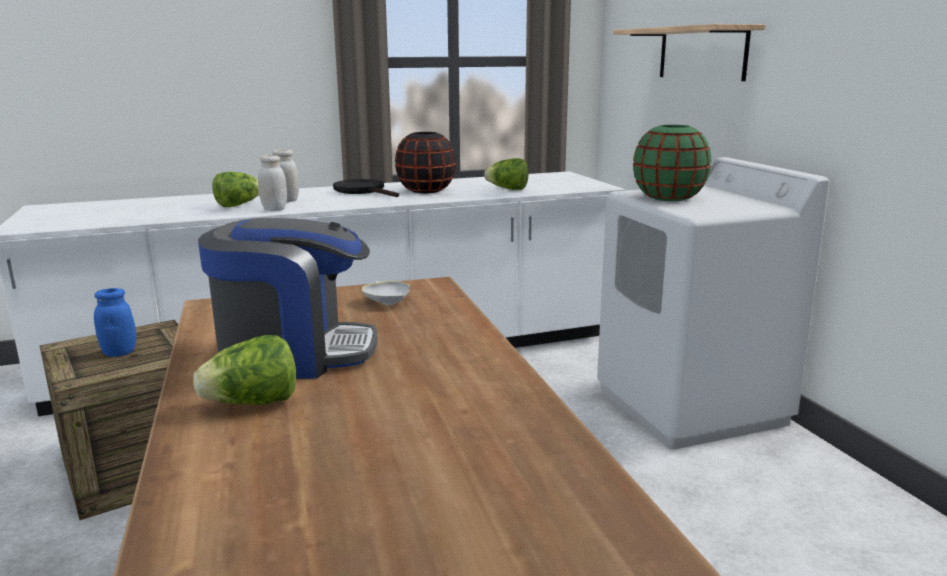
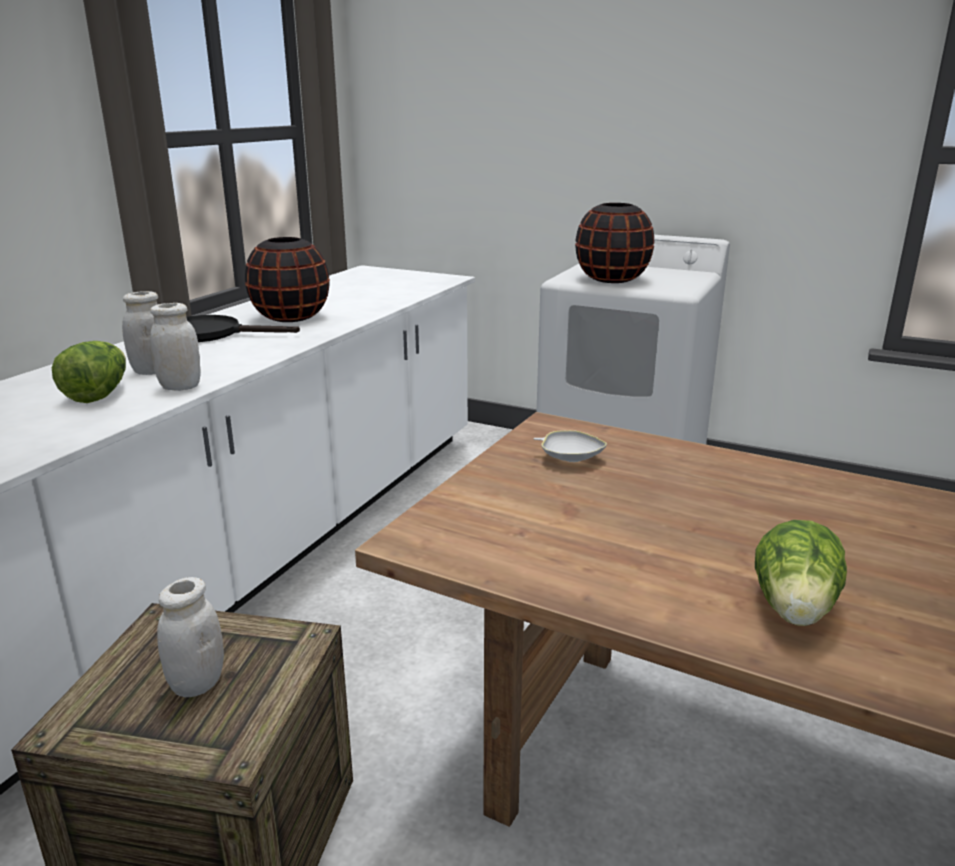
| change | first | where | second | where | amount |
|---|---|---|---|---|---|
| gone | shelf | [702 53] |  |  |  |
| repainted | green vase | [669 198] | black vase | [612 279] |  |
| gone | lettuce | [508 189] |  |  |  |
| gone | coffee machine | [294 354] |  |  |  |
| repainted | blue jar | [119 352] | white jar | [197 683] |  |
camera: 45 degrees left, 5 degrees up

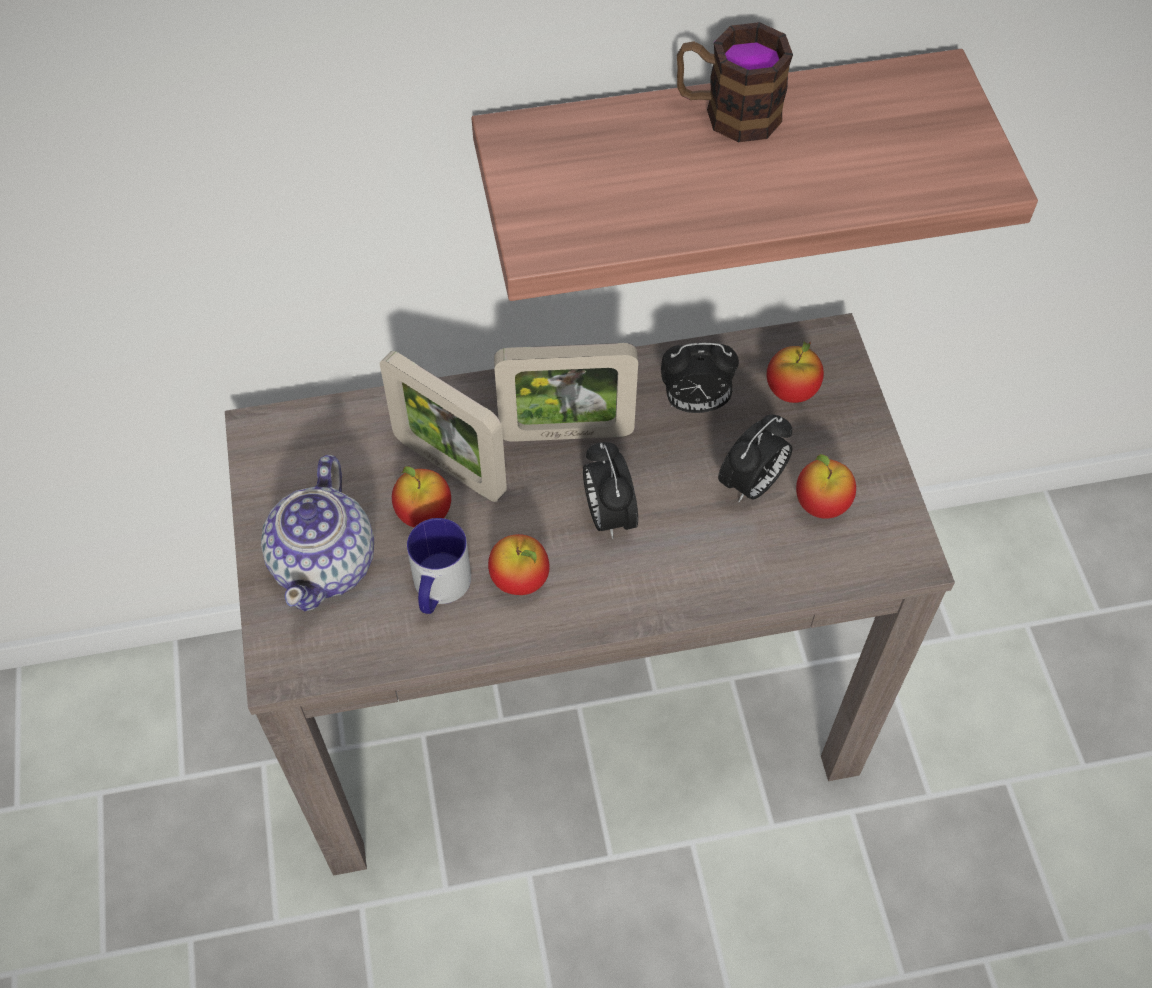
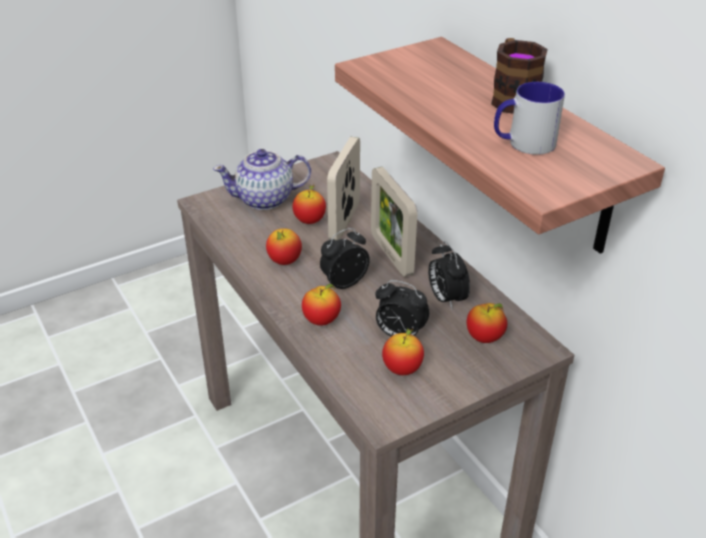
| change | first | where | second | where | amount |
|---|---|---|---|---|---|
| shifted | mug | [439 589] |  | [523 143] |  |
| new |  |  | apple | [321 320] |  |
camera: 70 degrees right, 20 degrees down

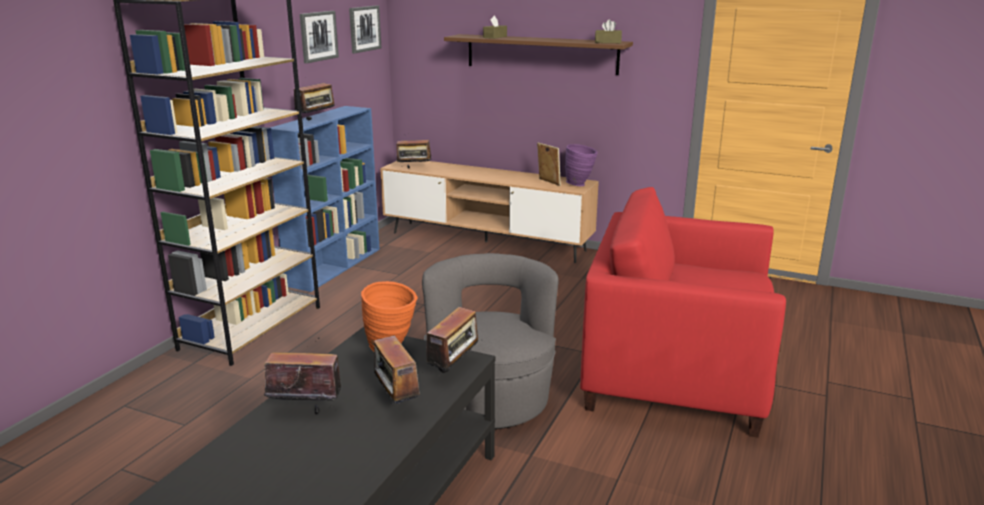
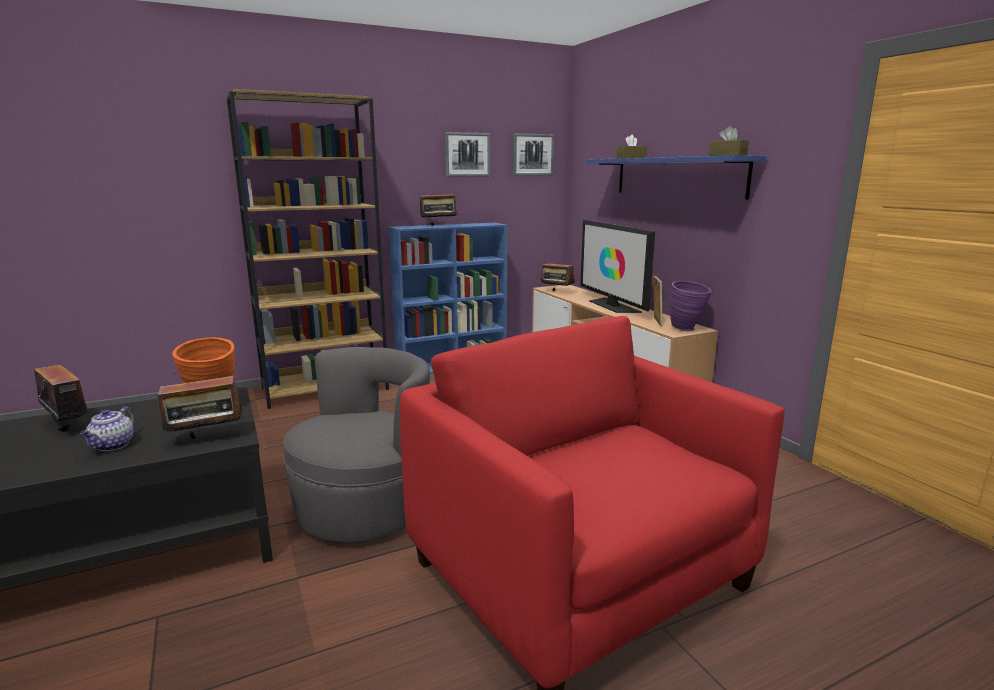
| change | first | where | second | where | amount |
|---|---|---|---|---|---|
| repainted | brown shelf | [541 54] | blue shelf | [677 176] |  |
| swapped | radio | [396 402] | teapot | [112 446] |  |
| new |  |  | television | [612 306] |  |
camera: 40 degrees right, 5 degrees down

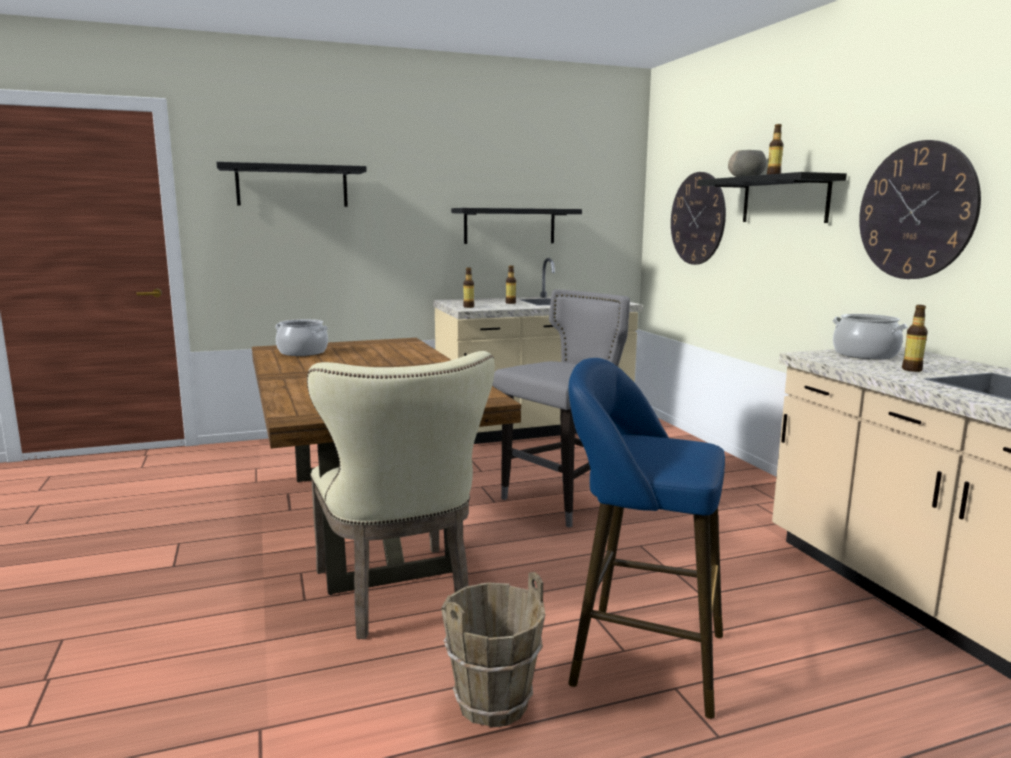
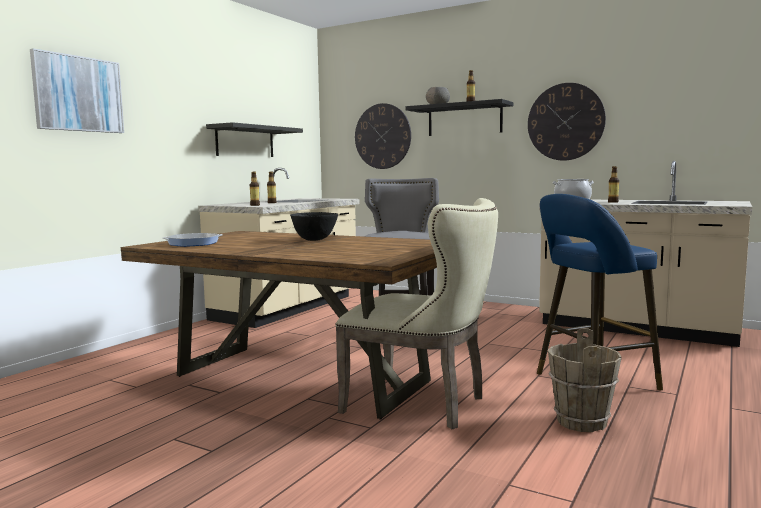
| change | first | where | second | where | amount |
|---|---|---|---|---|---|
| swapped | black shelf | [292 186] | picture | [78 94] |  |
| swapped | cooking pot | [303 352] | frying pan | [193 243] |  |
| new |  |  | black bowl | [314 240] |  |
camera: 40 degrees left, 5 degrees down

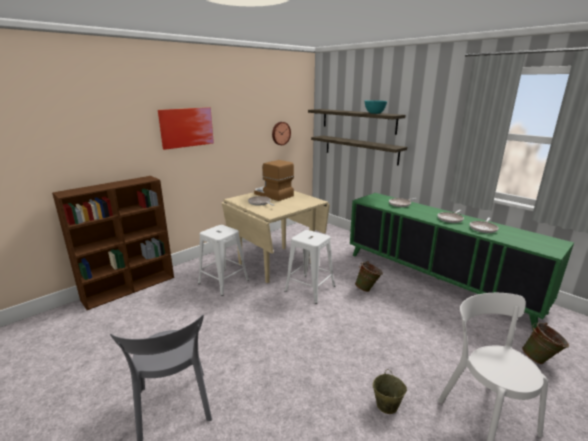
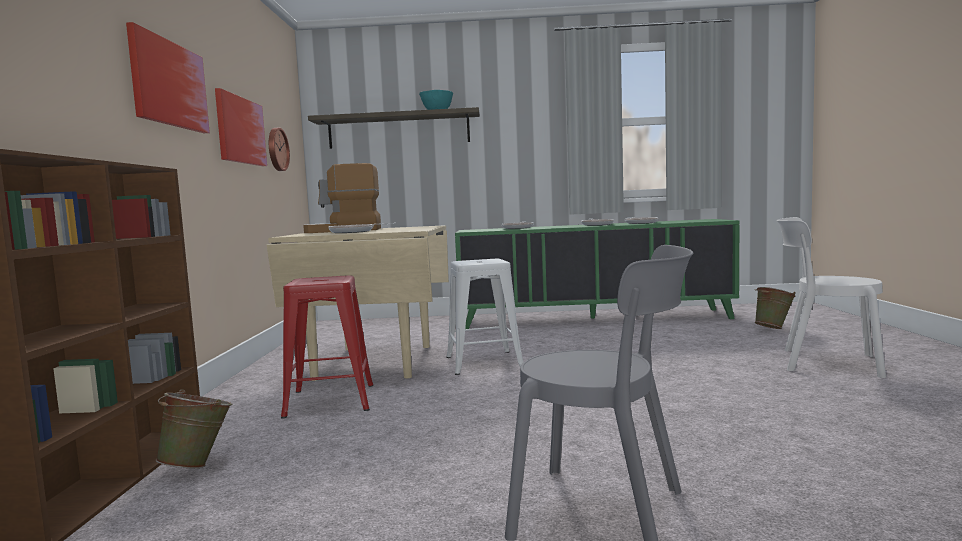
| change | first | where | second | where | amount |
|---|---|---|---|---|---|
| gone | shelf | [360 149] |  |  |  |
| repainted | white stool | [223 281] | red stool | [330 400] |  |
| shifted | green bucket | [368 289] |  | [199 464] |  |
| gone | beige bucket | [386 405] |  |  |  |
| new |  |  | picture | [240 130] |  |
camera: 45 degrees left, 15 degrees down

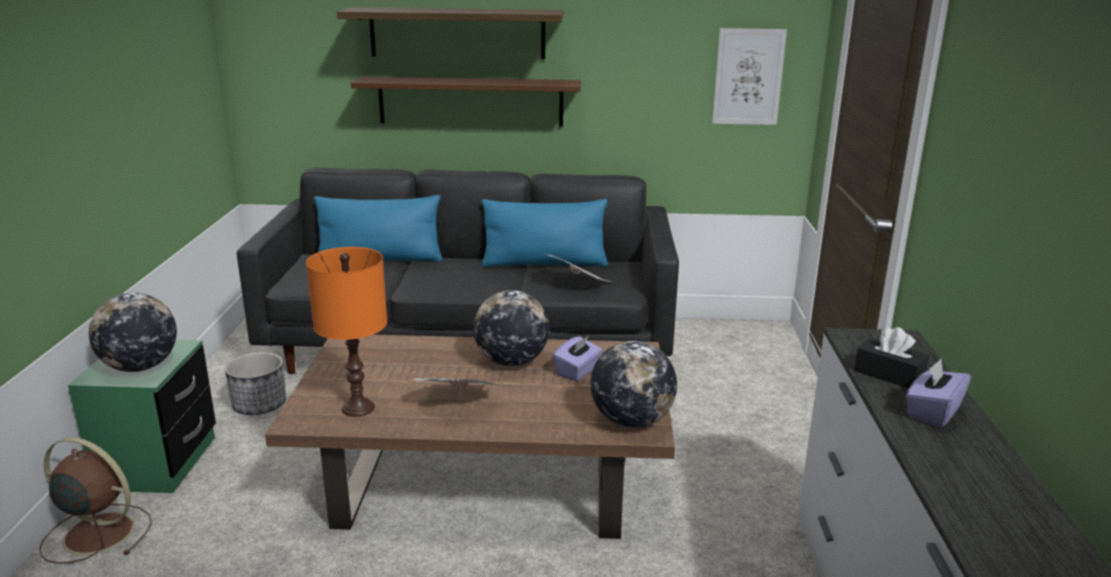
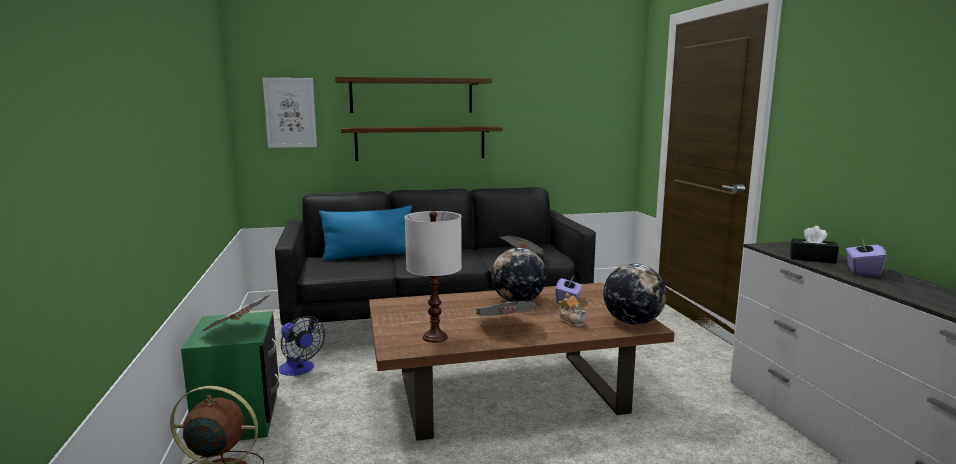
| change | first | where | second | where | amount |
|---|---|---|---|---|---|
| shifted | picture | [748 77] |  | [290 113] |  |
| gone | blue pillow | [544 263] |  |  |  |
| repainted | orange table lamp | [359 408] | white table lamp | [435 337] |  |
| swapped | globe | [140 367] | newspaper | [236 331] |  |
| swapped | planter | [260 405] | fan | [299 370] |  |
| new |  |  | teapot | [572 322] |  |
camera: 15 degrees left, 10 degrees down

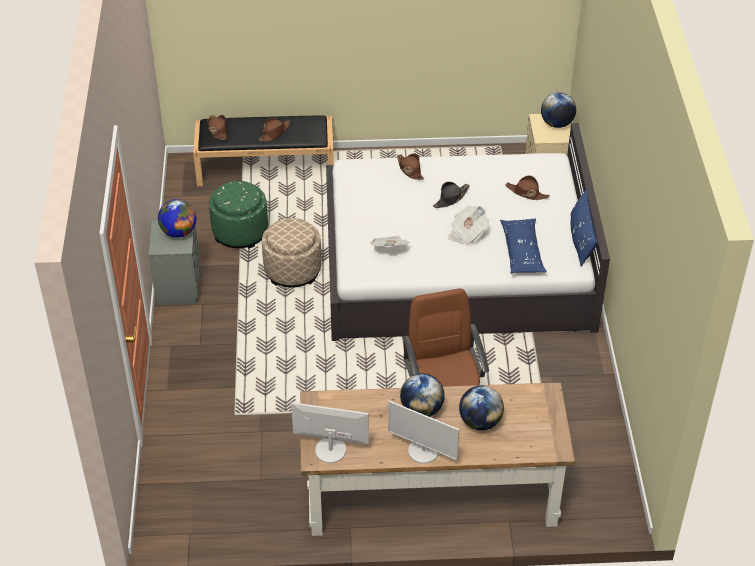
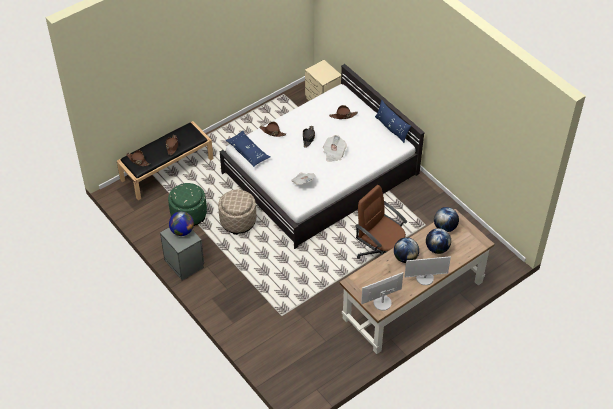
| change | first | where | second | where | amount |
|---|---|---|---|---|---|
| shifted | globe | [557 124] |  | [445 227] |  |
| shifted | blue pillow | [522 252] |  | [248 152] |  |
camera: 35 degrees left, 5 degrees up

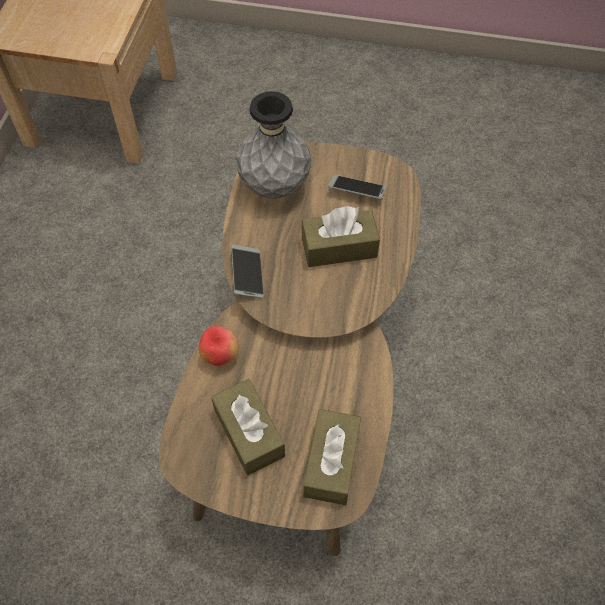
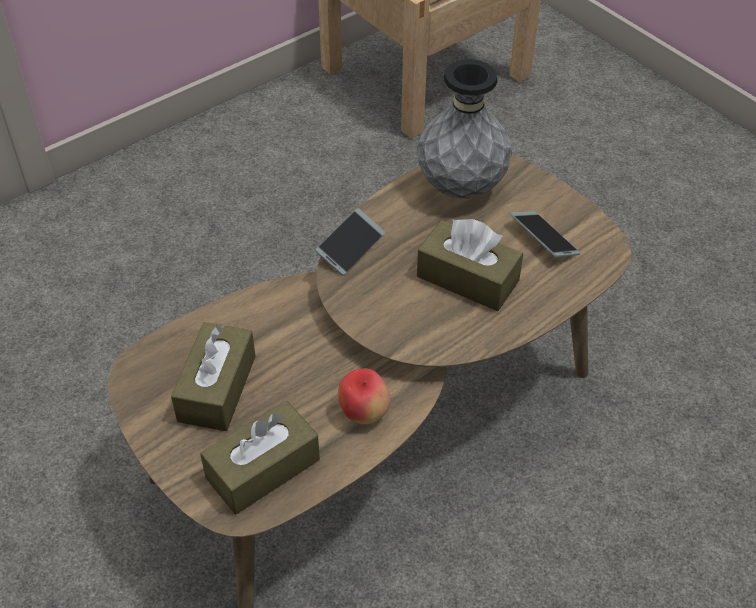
| change | first | where | second | where | amount |
|---|---|---|---|---|---|
| shifted | apple | [220 356] |  | [364 413] |  |
camera: 40 degrees right, 10 degrees down

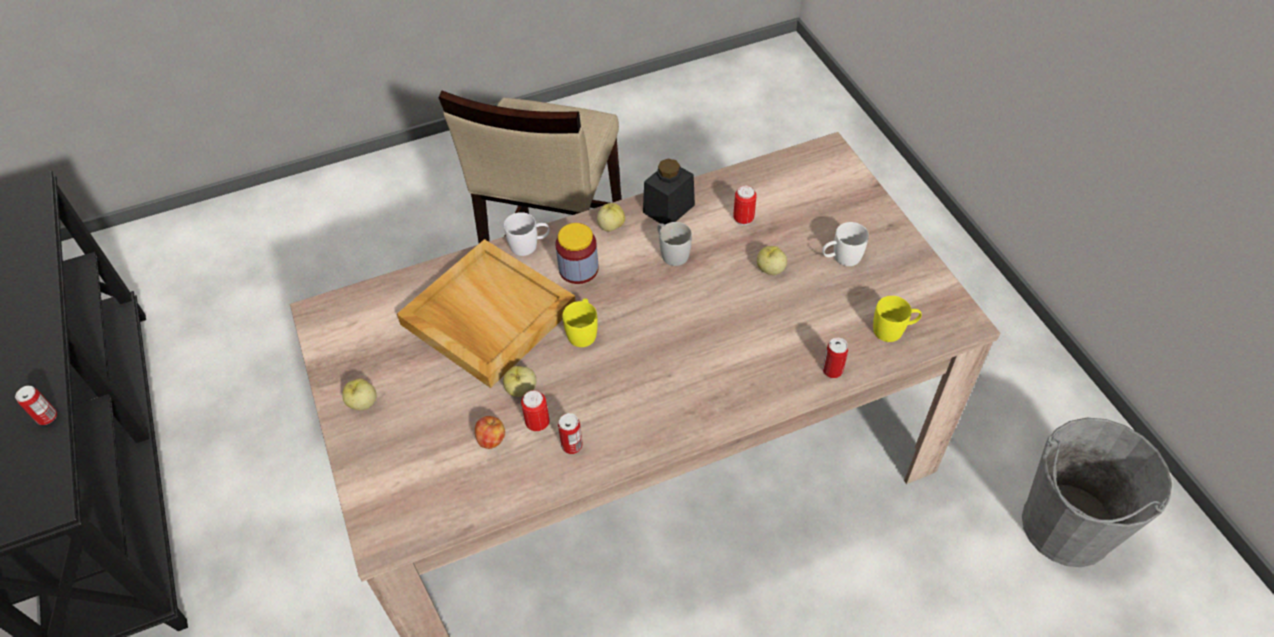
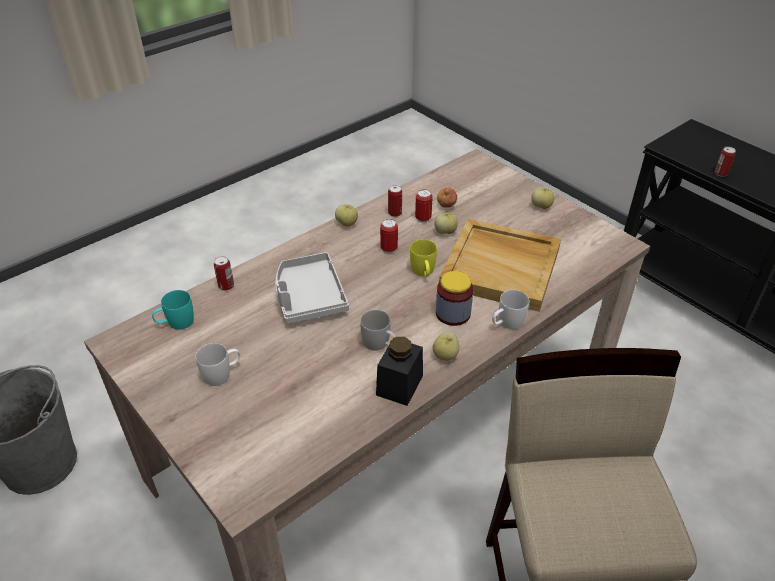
| change | first | where | second | where | amount |
|---|---|---|---|---|---|
| shifted | can | [743 219] |  | [389 249] |  |
| shifted | apple | [770 269] |  | [347 223] |  |
| repainted | yellow mug | [894 330] | turquoise mug | [176 323] |  |
| new |  |  | grey tray | [309 297] |  |
camera: 160 degrees right, 10 degrees down

